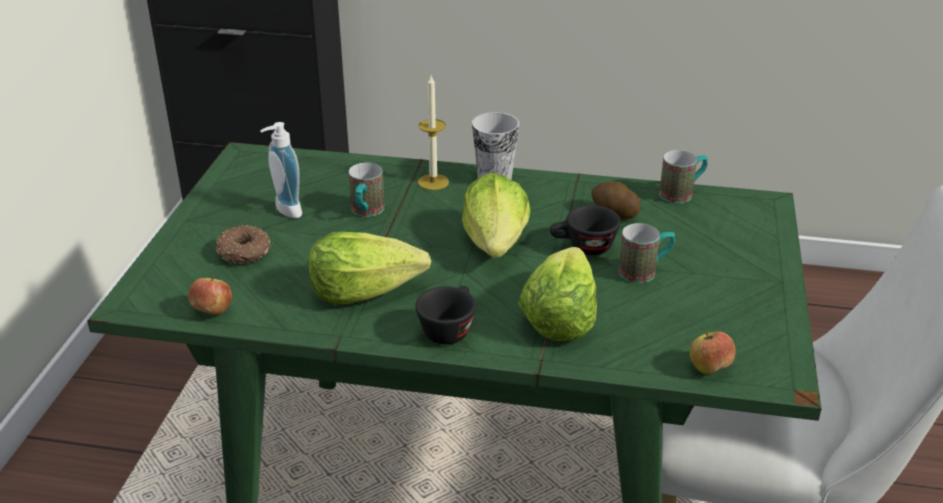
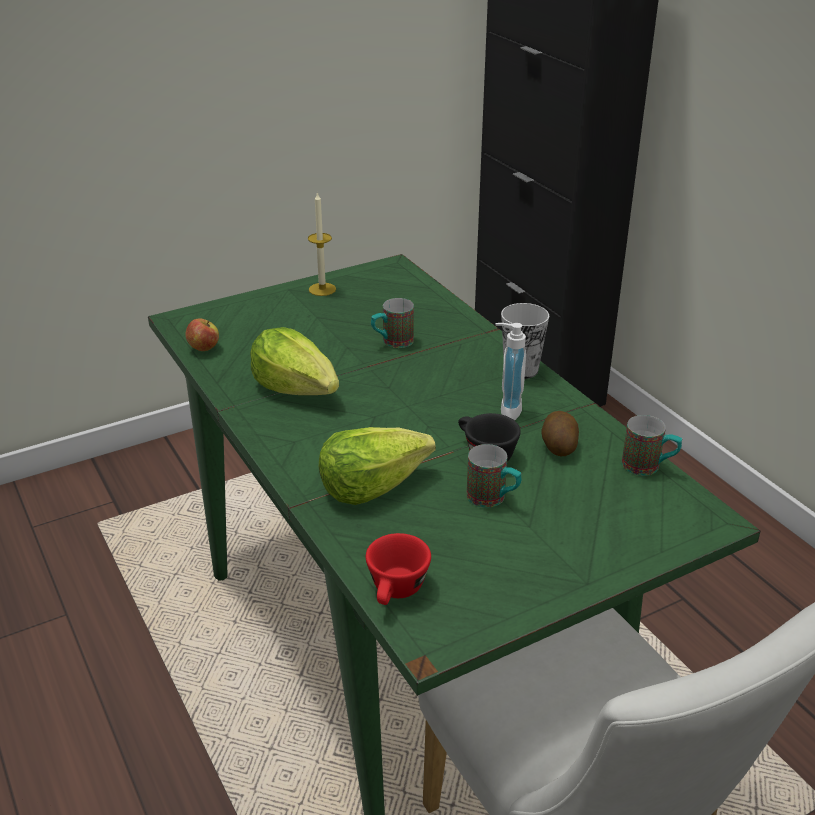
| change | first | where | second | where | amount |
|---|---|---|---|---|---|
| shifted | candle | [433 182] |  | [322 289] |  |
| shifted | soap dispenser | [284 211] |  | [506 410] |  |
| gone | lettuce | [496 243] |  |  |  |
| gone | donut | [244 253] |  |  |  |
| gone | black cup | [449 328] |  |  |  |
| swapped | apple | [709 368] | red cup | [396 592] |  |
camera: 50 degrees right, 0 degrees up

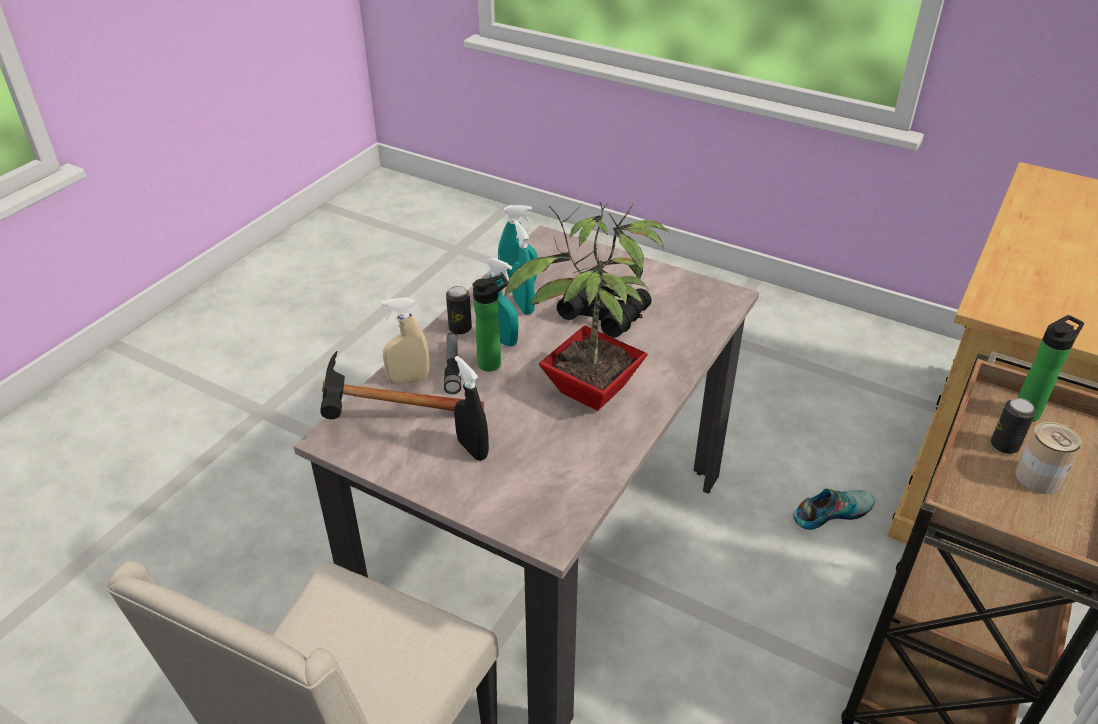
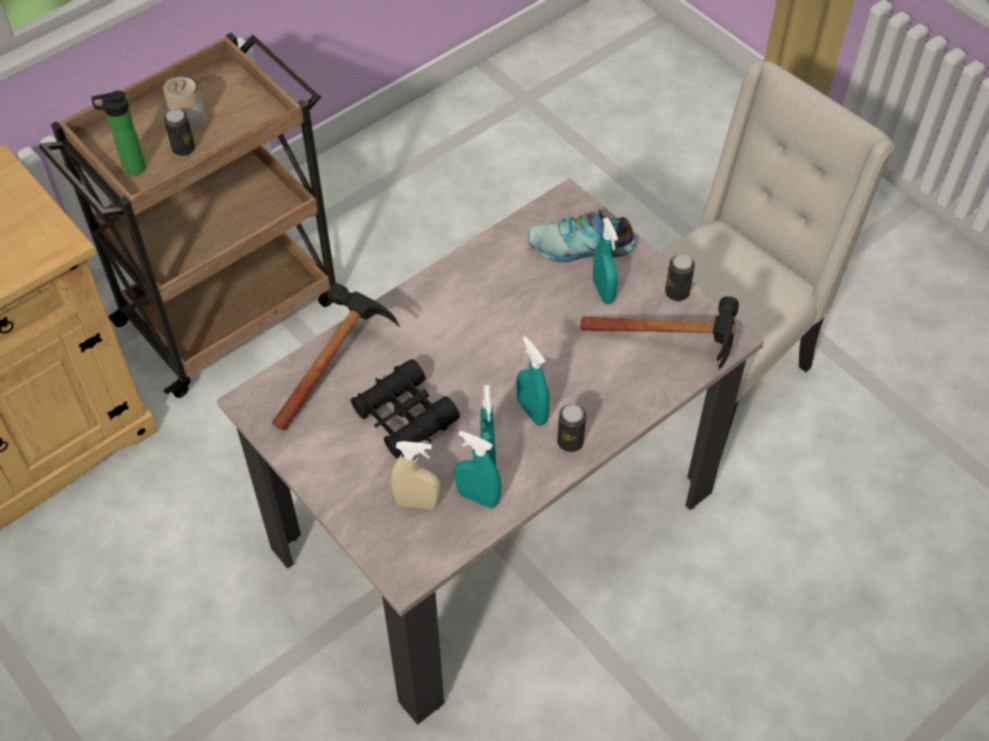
| change | first | where | second | where | amount |
|---|---|---|---|---|---|
| gone | potted plant | [589 393] |  |  |  |
| gone | bottle | [493 363] |  |  |  |
| shifted | beige spray bottle | [409 380] |  | [417 502] |  |
| gone | flashlight | [452 367] |  |  |  |
| repainted | black spray bottle | [472 449] | turquoise spray bottle | [603 291] |  |
| shifted | shoe | [831 512] |  | [581 247] |  |
| new |  |  | can | [677 292] |  |
| new |  |  | hammer | [338 360] |  |
camera: 160 degrees left, 15 degrees up

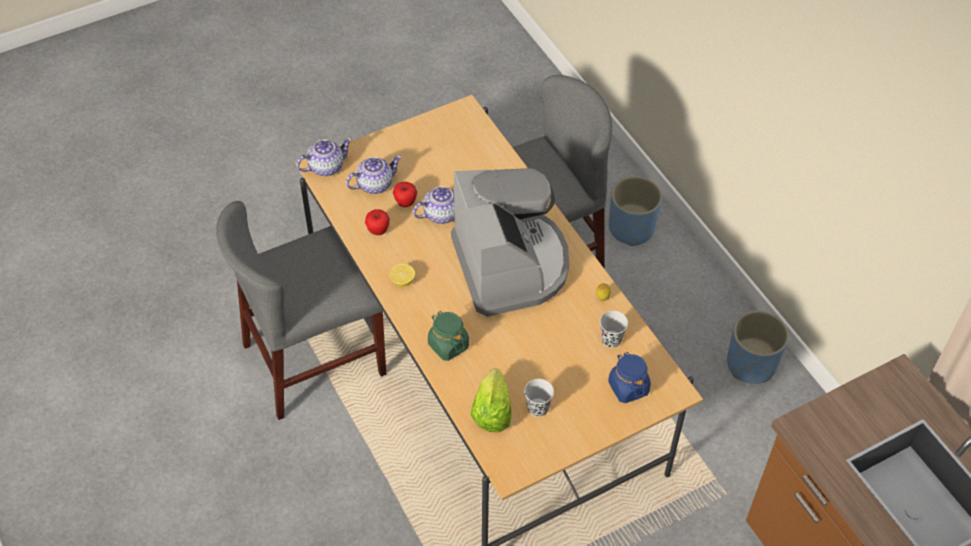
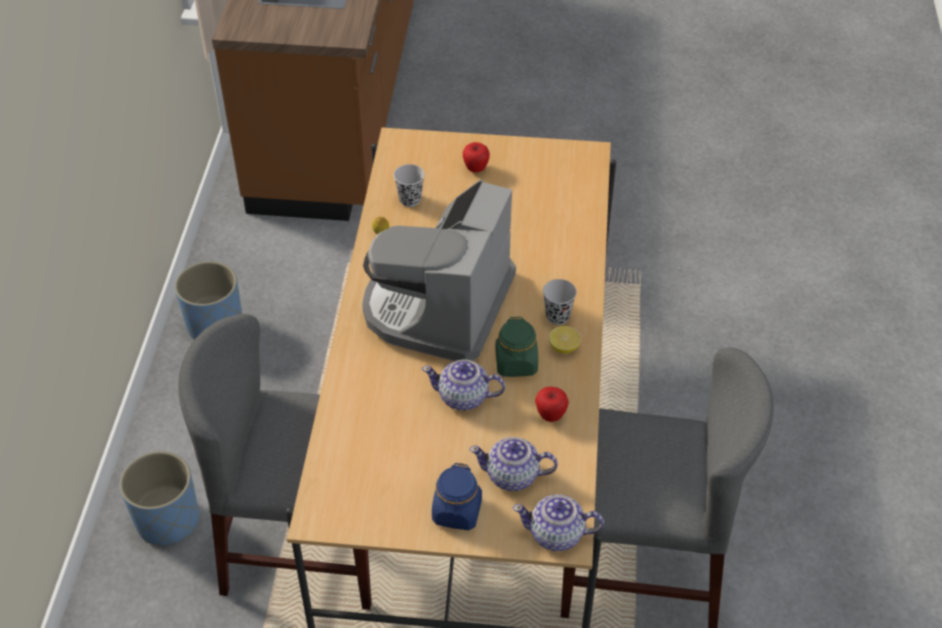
| change | first | where | second | where | amount |
|---|---|---|---|---|---|
| shifted | apple | [405 203] |  | [476 169] |  |
| shifted | green jar | [448 345] |  | [516 363] |  |
| shifted | blue jar | [628 387] |  | [457 512] |  |
| gone | lettuce | [492 412] |  |  |  |
| shifted | black cup | [537 408] |  | [557 316] |  |
camera: 145 degrees left, 5 degrees down

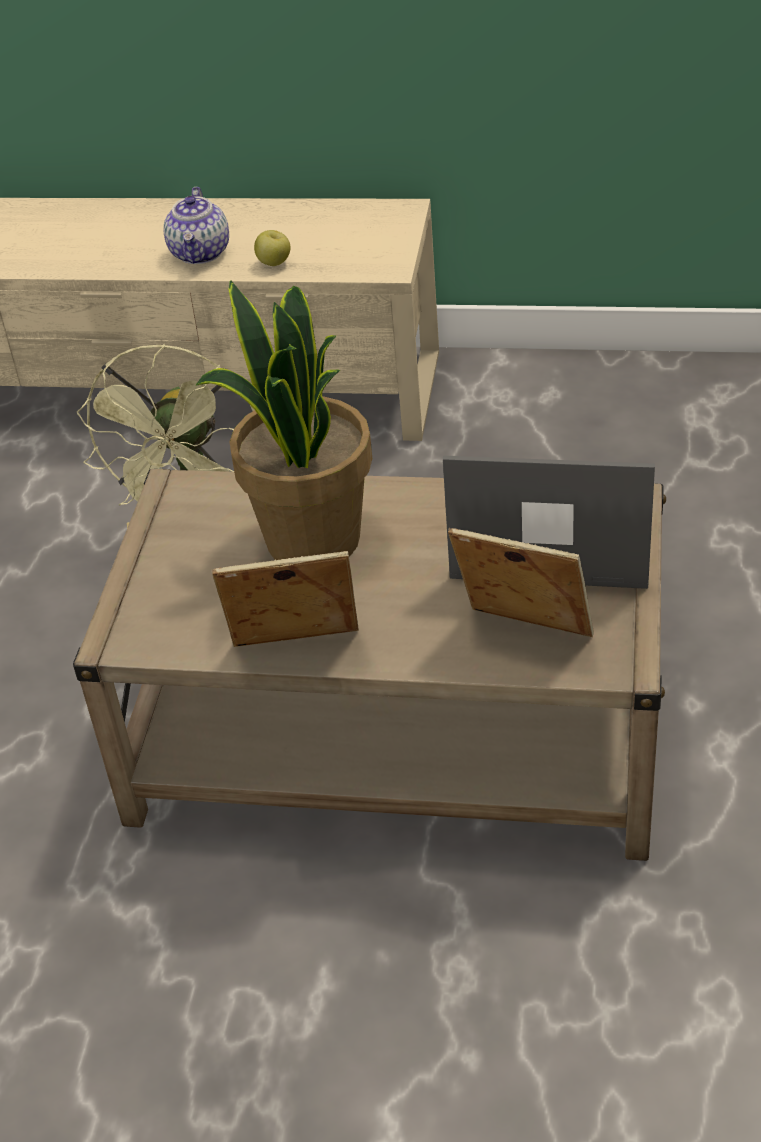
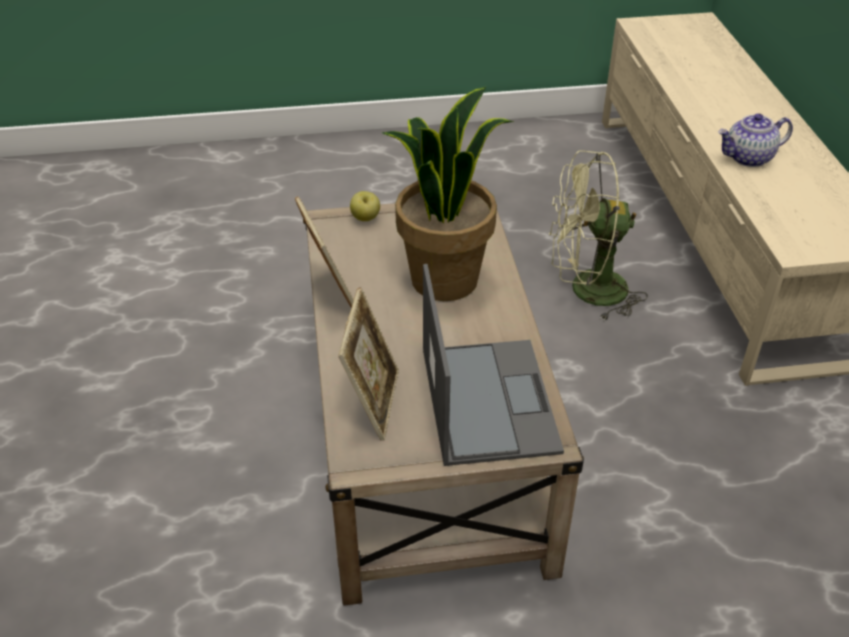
| change | first | where | second | where | amount |
|---|---|---|---|---|---|
| shifted | apple | [274 263] |  | [365 218] |  |
camera: 70 degrees right, 0 degrees up

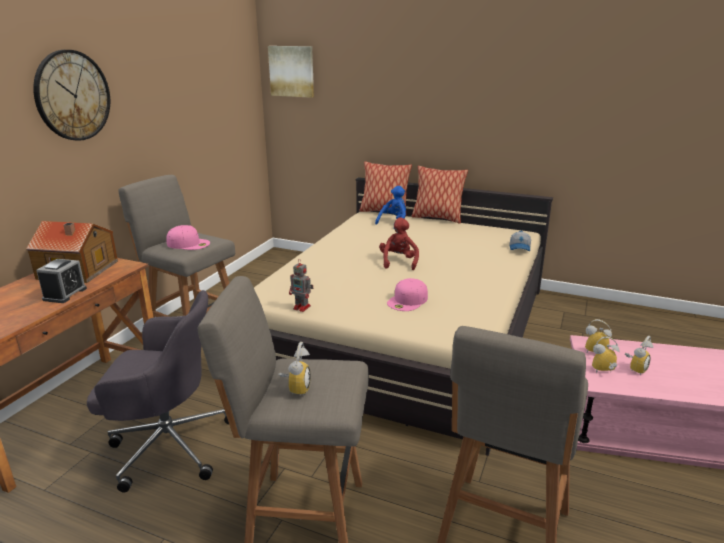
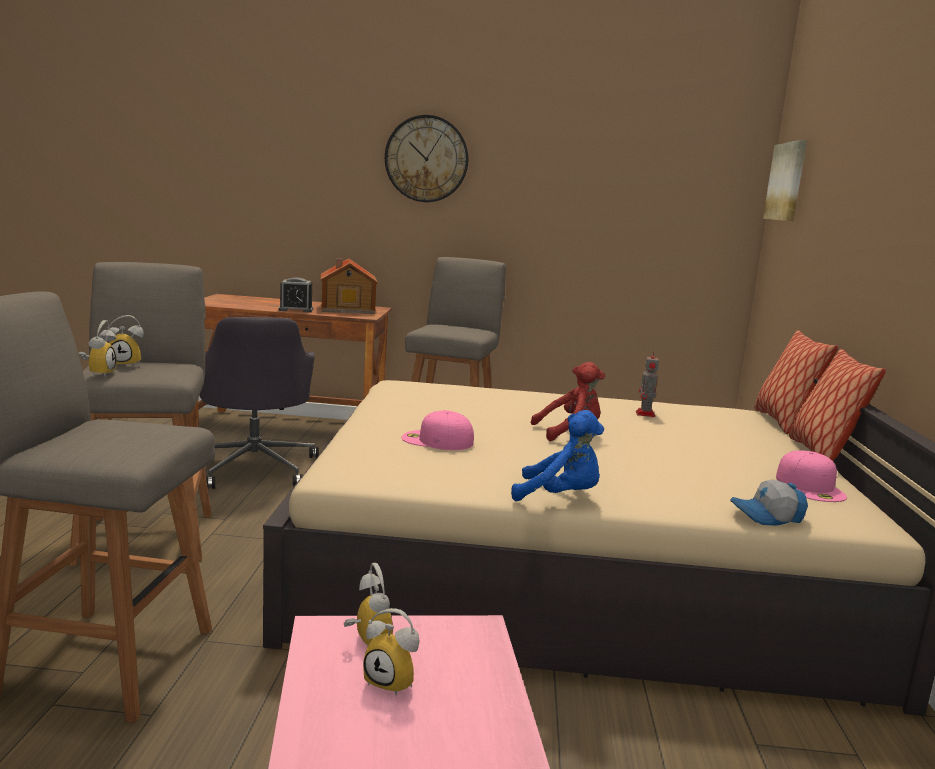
| change | first | where | second | where | amount |
|---|---|---|---|---|---|
| shifted | blue plush toy | [393 223] |  | [560 497] |  |
| shifted | pink cap | [189 243] |  | [810 487] |  |
| shifted | toy robot | [302 307] |  | [645 414] |  |
| shifted | alarm clock | [595 354] |  | [99 374] |  |
camera: 70 degrees right, 10 degrees down

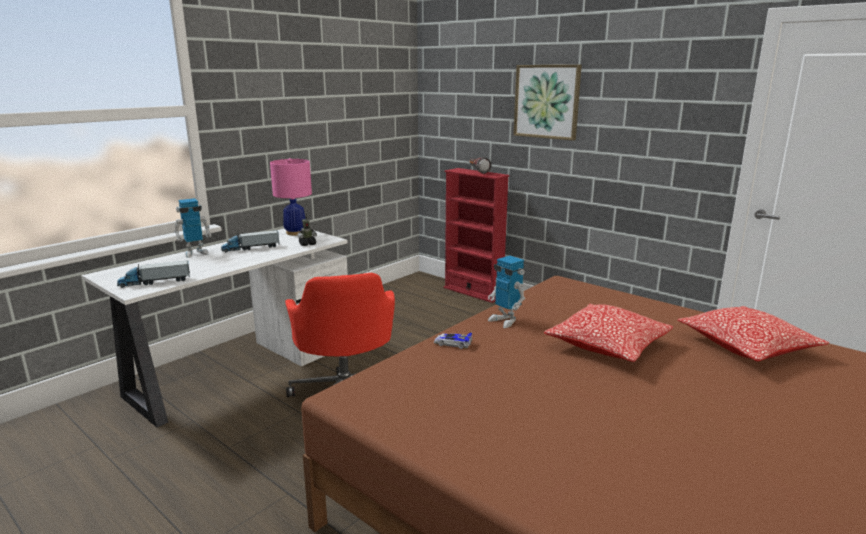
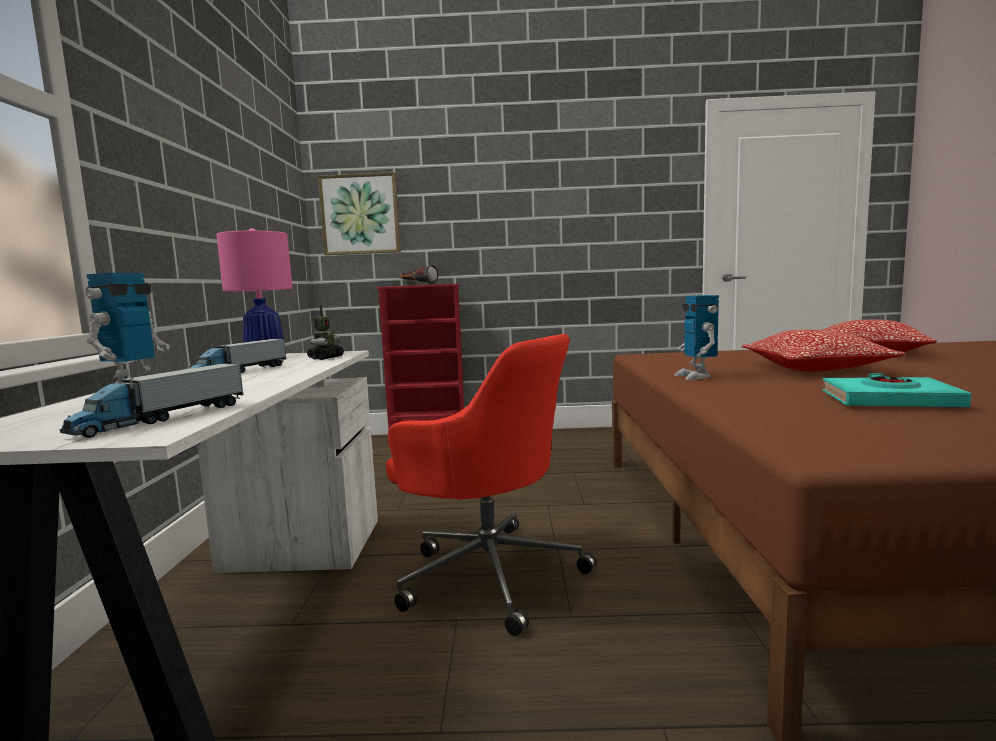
| change | first | where | second | where | amount |
|---|---|---|---|---|---|
| shifted | picture | [547 101] |  | [360 214] |  |
| rotated | toy robot | [505 321] |  | [696 376] | 75 degrees clockwise |
| gone | toy car | [452 343] |  |  |  |
| new |  |  | turquoise book | [888 401] |  |
camera: 40 degrees left, 10 degrees down

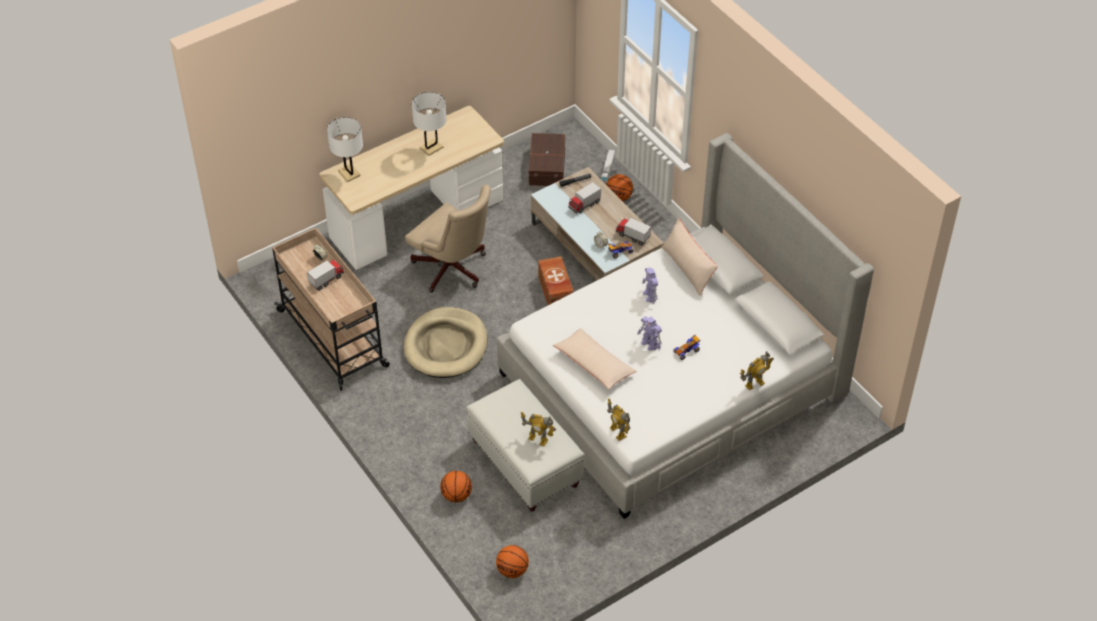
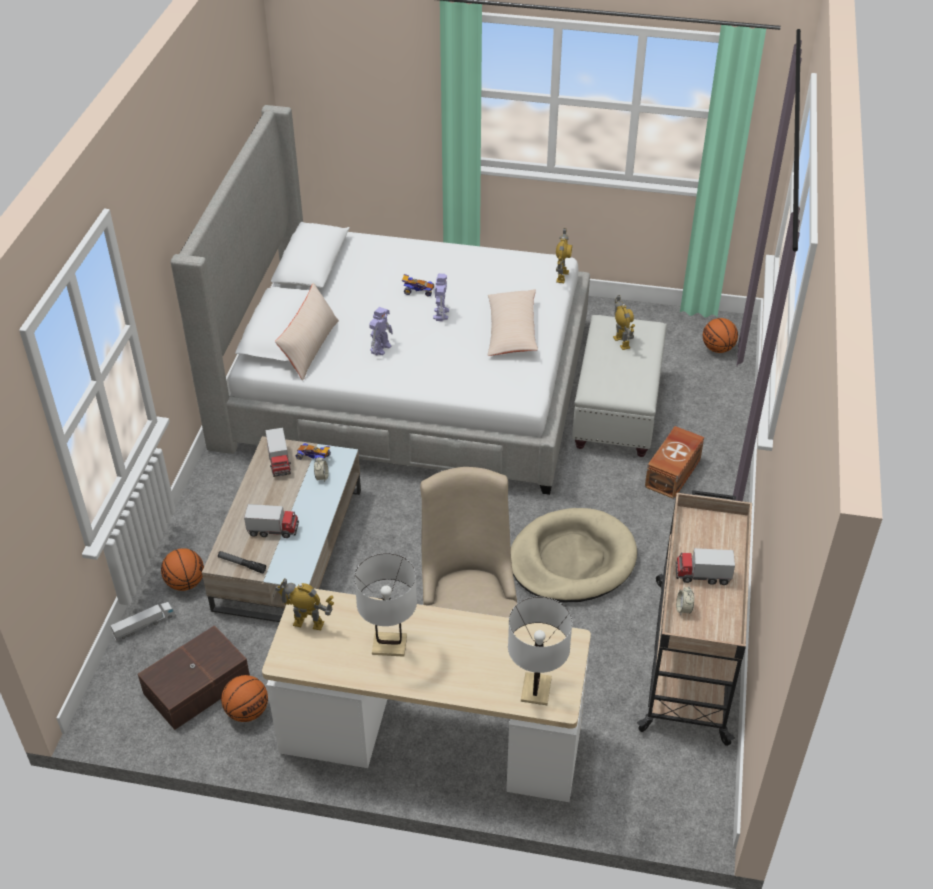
| change | first | where | second | where | amount |
|---|---|---|---|---|---|
| shifted | brown storage box | [555 292] |  | [674 473] |  |
| shifted | toy robot | [754 384] |  | [308 623] |  |
| shifted | basketball | [456 495] |  | [247 711] |  |
camera: 135 degrees left, 5 degrees down

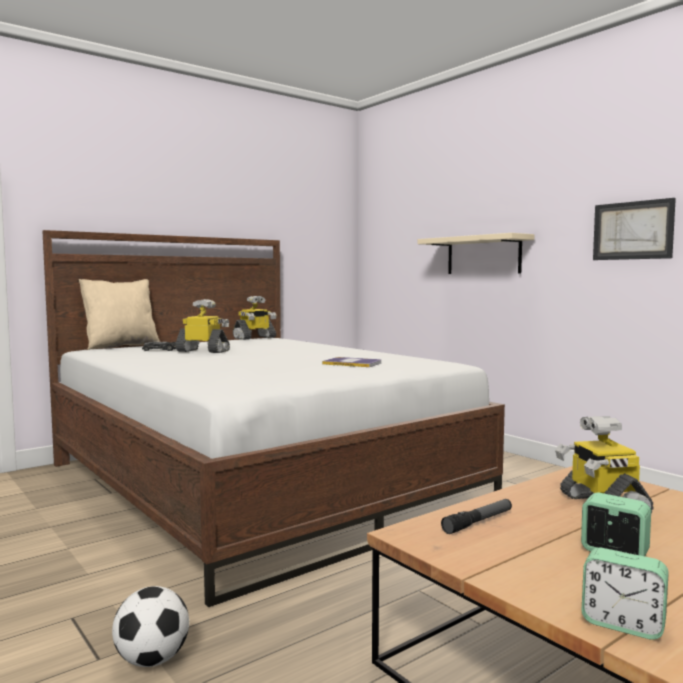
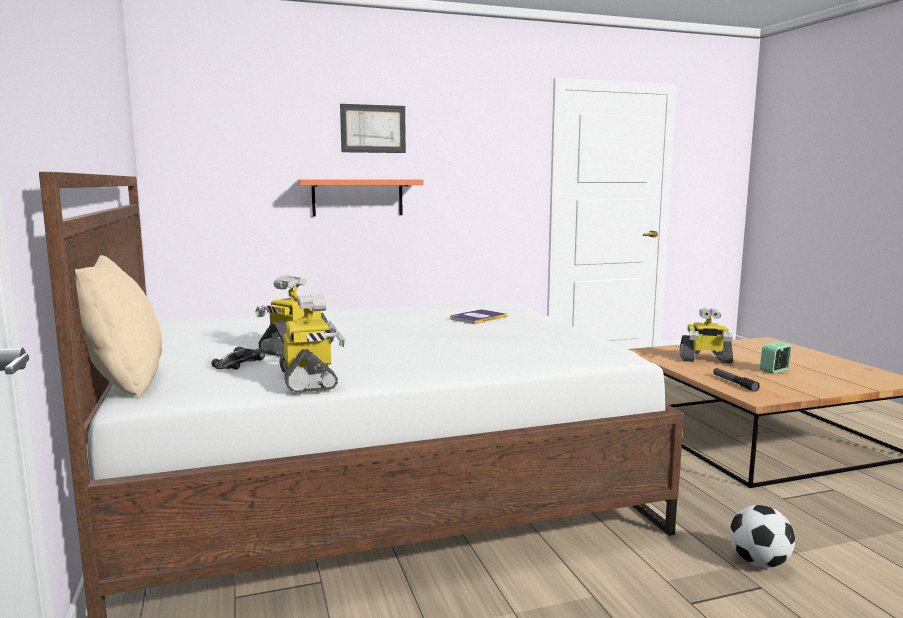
| change | first | where | second | where | amount |
|---|---|---|---|---|---|
| shifted | picture | [632 230] |  | [373 129] |  |
| repainted | beige shelf | [483 255] | orange shelf | [357 197] |  |
| shifted | toy robot | [254 338] |  | [309 380] |  |
| gone | alarm clock | [623 624] |  |  |  |
camera: 70 degrees left, 5 degrees up

